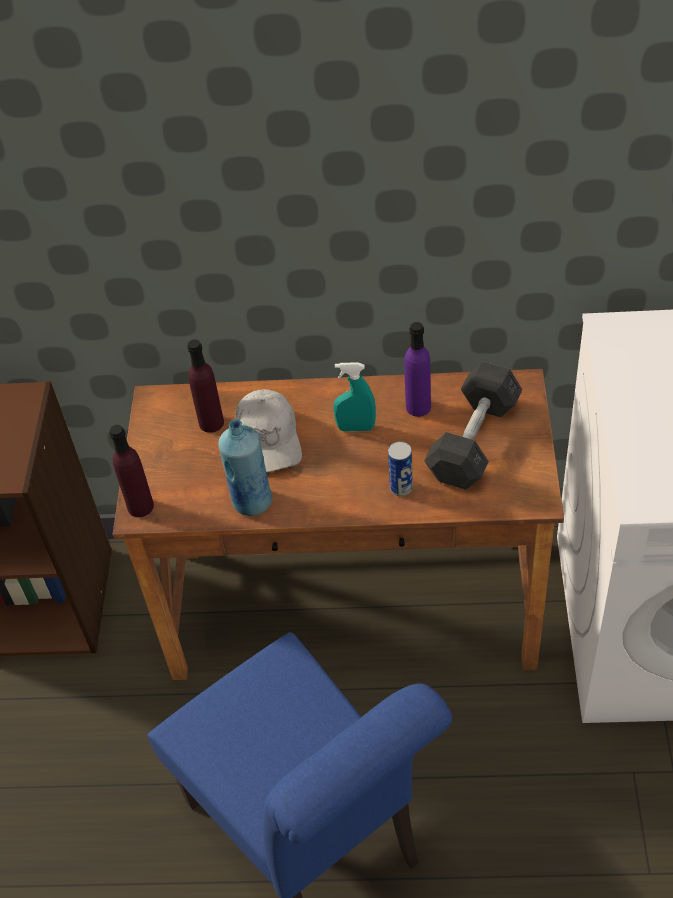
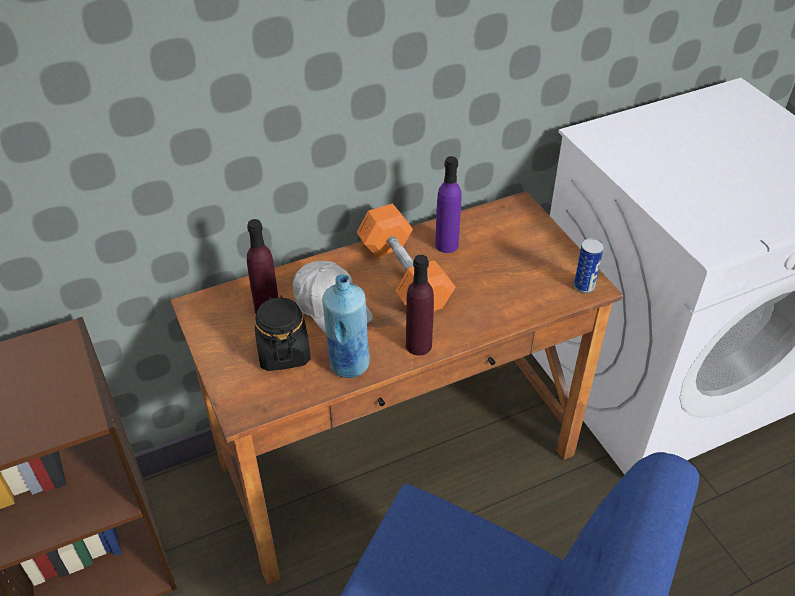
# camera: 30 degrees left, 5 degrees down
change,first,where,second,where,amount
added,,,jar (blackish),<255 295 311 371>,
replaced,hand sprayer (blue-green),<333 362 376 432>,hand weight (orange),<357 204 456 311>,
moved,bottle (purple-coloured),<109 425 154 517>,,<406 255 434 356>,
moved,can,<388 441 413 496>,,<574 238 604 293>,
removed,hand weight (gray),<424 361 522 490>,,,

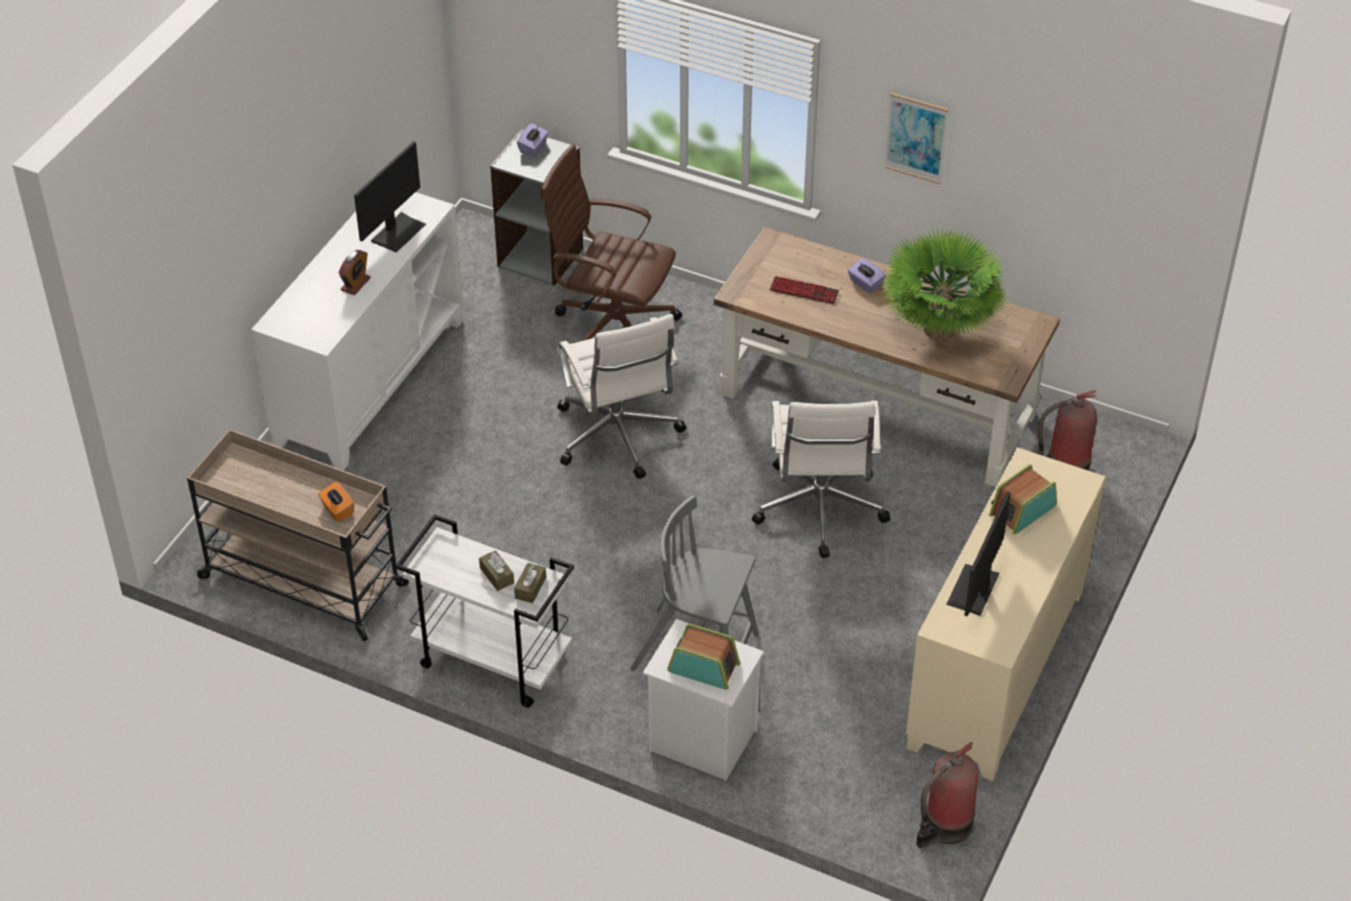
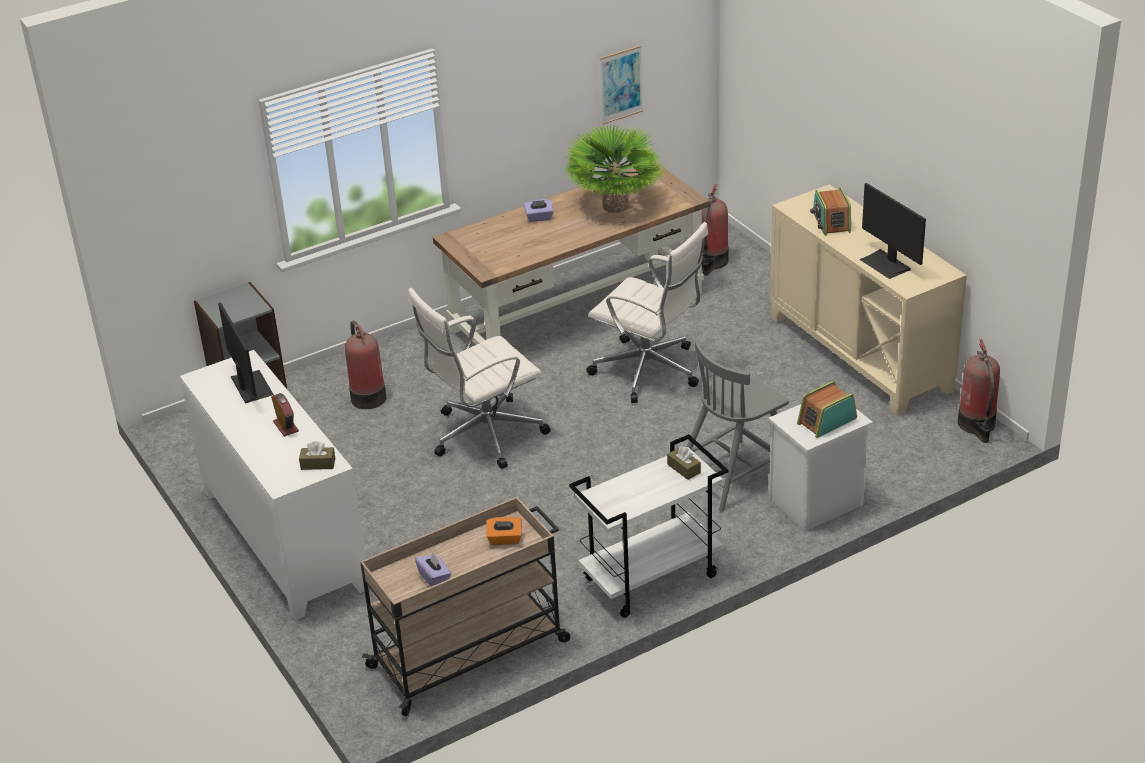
# camera: 55 degrees left, 10 degrees down
change,first,where,second,where,amount
moved,tissue holder (brownish),<479 550 514 591>,,<299 441 335 470>,
replaced,computer chair (brownish),<540 144 682 341>,fire extinguisher,<345 321 386 409>,
turned,computer chair (white-coloured),<557 314 687 479>,,<408 288 551 469>,135 degrees clockwise
moved,tissue holder (purple-coloured),<517 123 548 157>,,<415 552 451 587>,
moved,wall art,<884 93 949 184>,,<600 45 643 124>,
removed,keyboard,<770 276 839 304>,,,

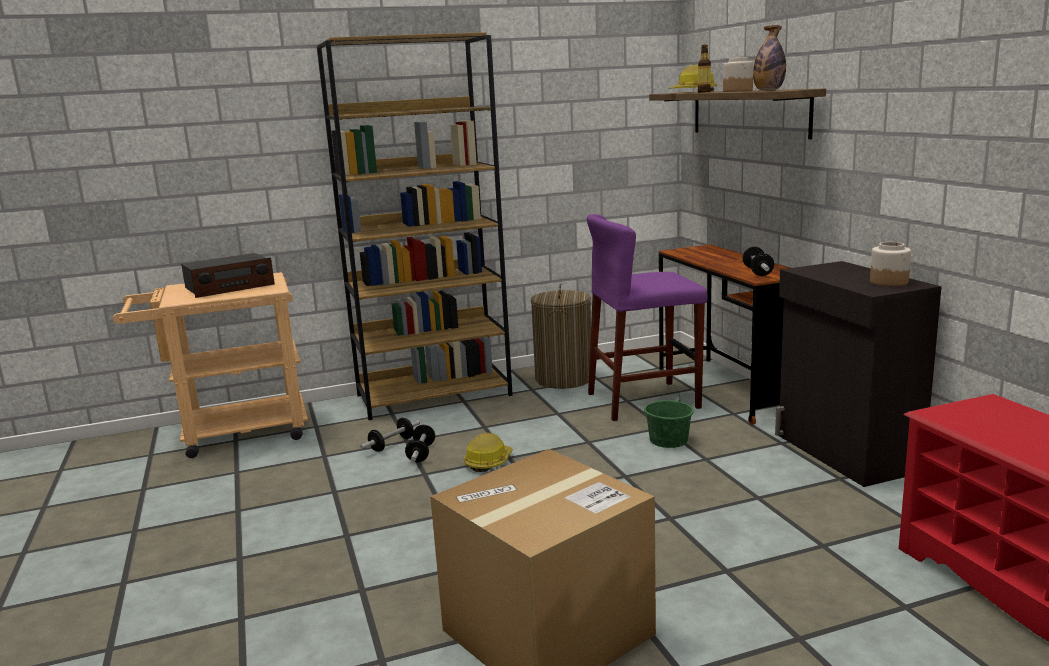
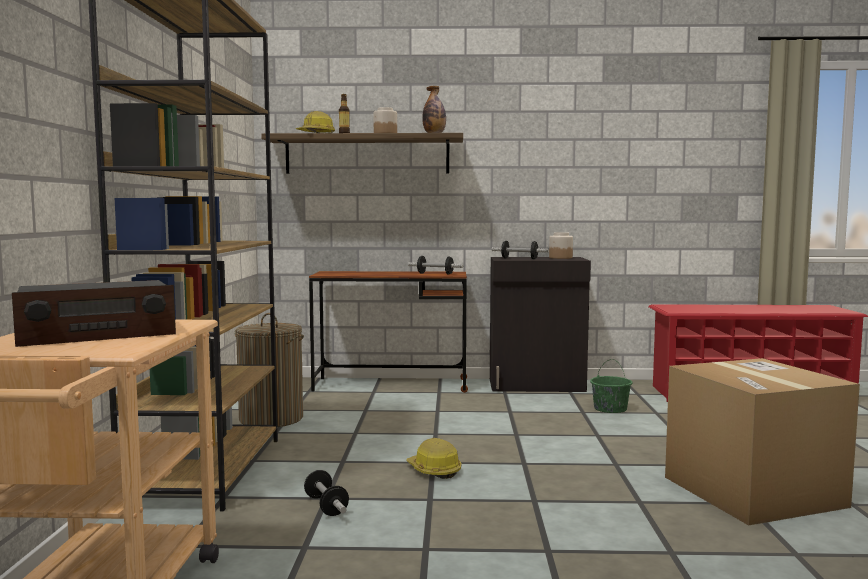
# camera: 70 degrees left, 10 degrees down
change,first,where,second,where,amount
turned,radio,<181 253 275 298>,,<12 280 176 347>,75 degrees clockwise
moved,hand weight,<405 425 435 462>,,<491 241 549 259>,
moved,pail (green),<644 385 694 448>,,<590 359 633 413>,
removed,stool seat (purple-coloured),<587 214 708 421>,,,

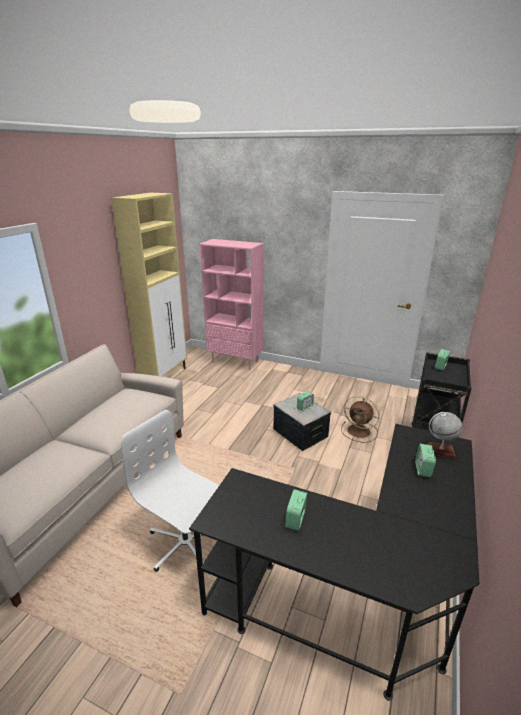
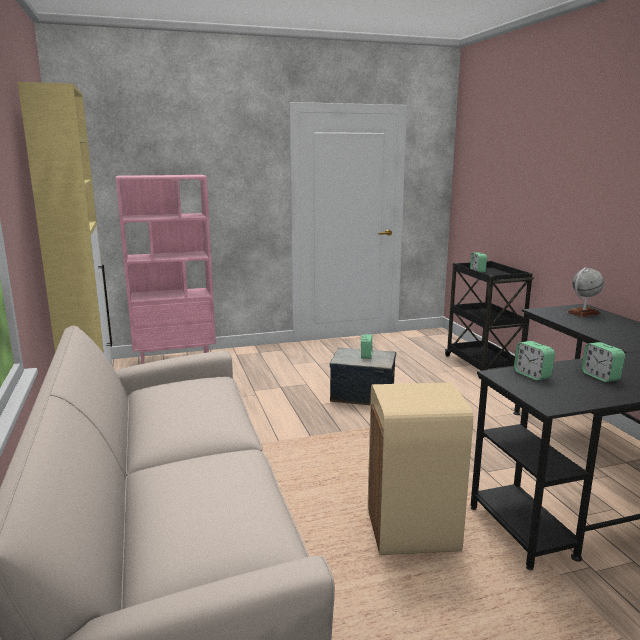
# camera: 40 degrees left, 10 degrees down
change,first,where,second,where,amount
replaced,computer chair (white-coloured),<121 410 219 572>,rubbish bin (sand-coloured),<368 382 473 555>,
moved,table clock,<415 444 436 477>,,<514 341 555 381>,
removed,electric fan (brownish),<341 396 380 443>,,,

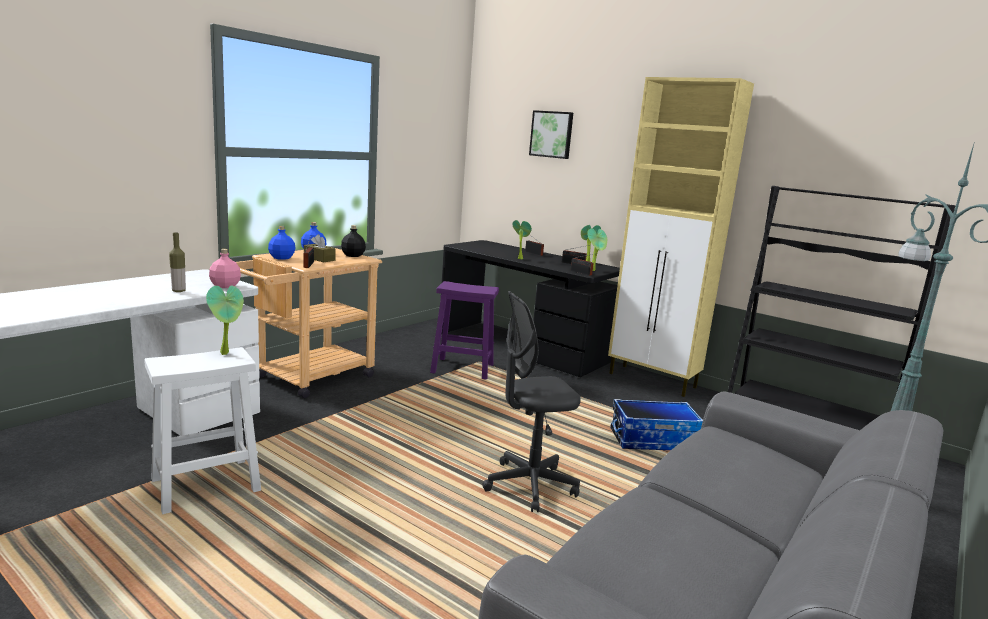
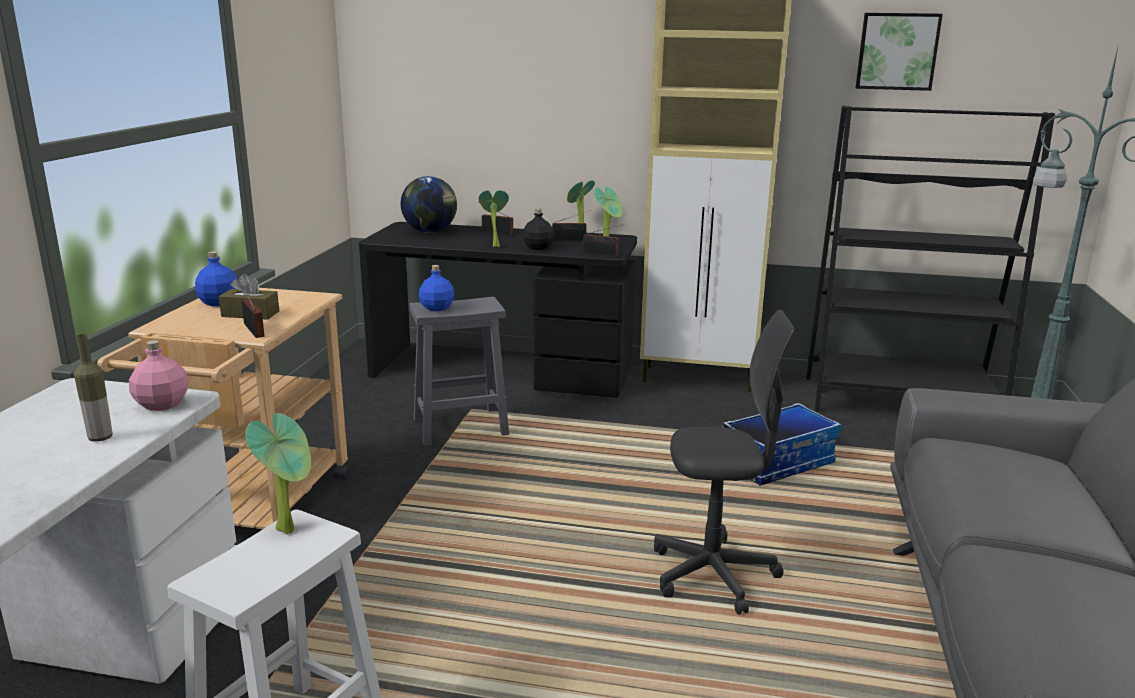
# camera: 25 degrees left, 5 degrees up
change,first,where,second,where,amount
added,,,desk globe,<401 176 457 233>,
recoloured,stool seat (purple-coloured),<430 281 499 380>,stool seat (gray),<409 297 509 446>,
moved,bottle (blue-coloured),<268 226 295 260>,,<419 265 454 311>,
moved,bottle (blackish),<341 225 366 257>,,<523 208 554 250>,
turned,computer chair (gray),<482 291 581 512>,,<654 310 794 615>,135 degrees counterclockwise
moved,wall art,<529 110 573 159>,,<856 13 943 91>,

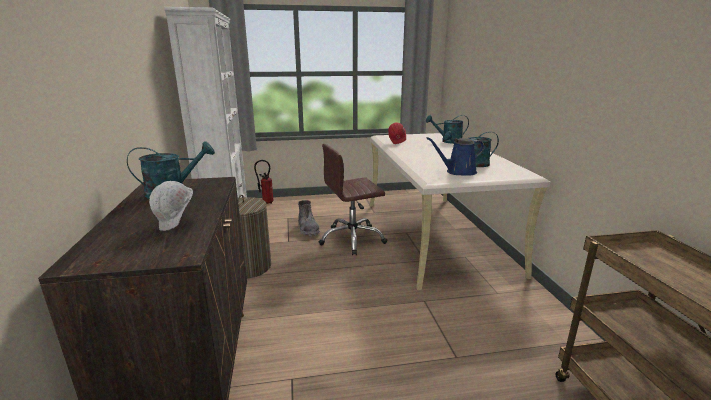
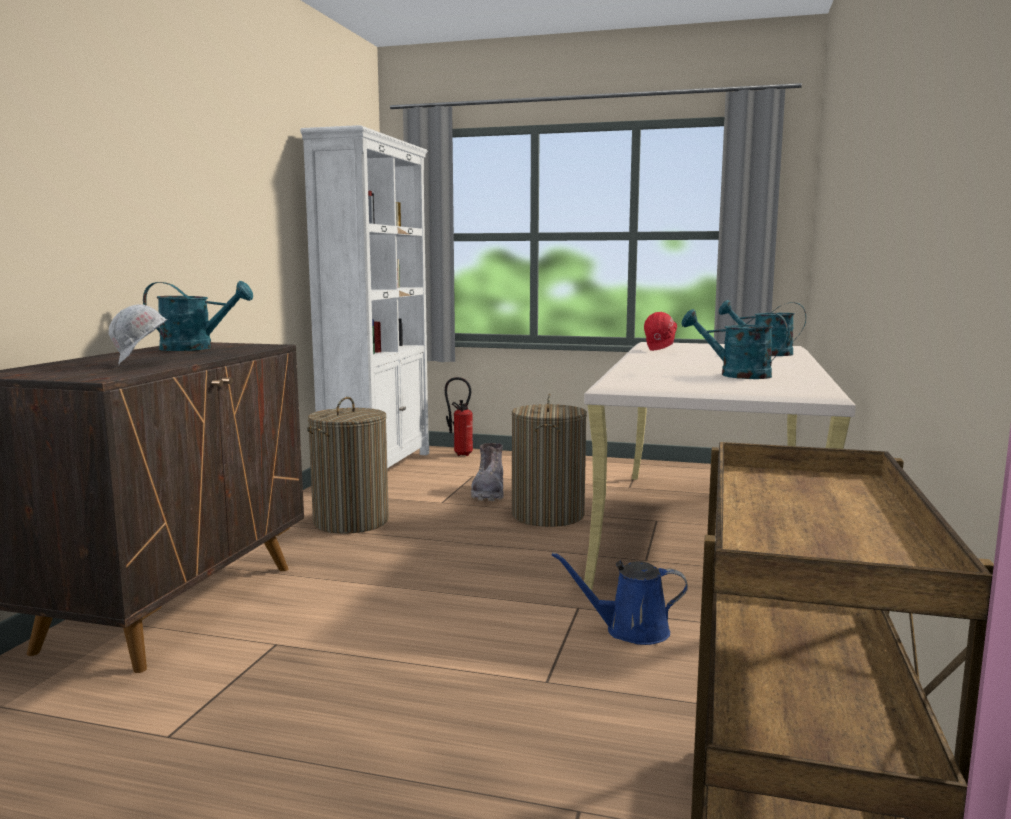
# camera: 25 degrees right, 10 degrees down
change,first,where,second,where,amount
replaced,computer chair (brownish),<319 144 387 255>,laundry basket,<511 393 587 527>,
moved,watering can (blue-coloured),<426 137 484 176>,,<552 552 688 645>,

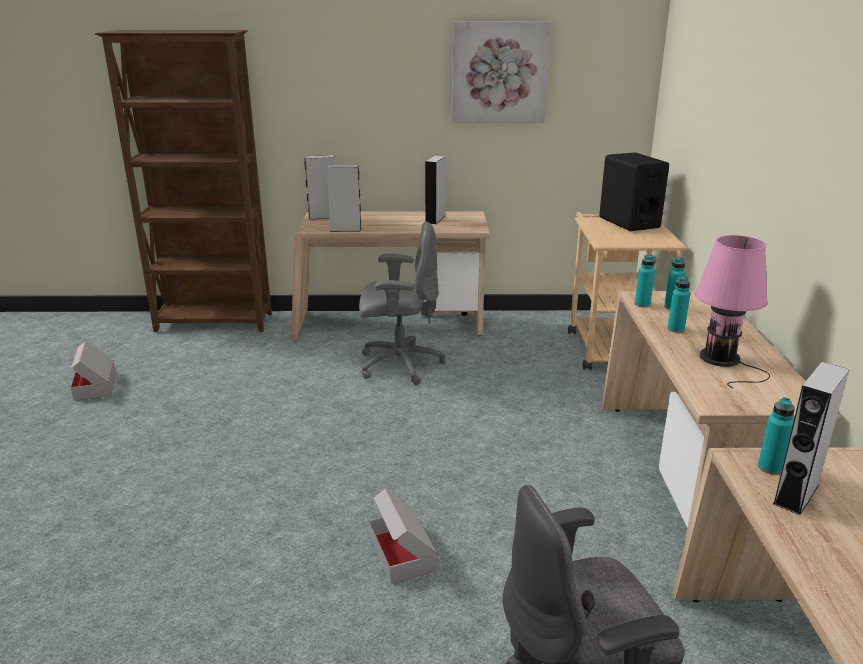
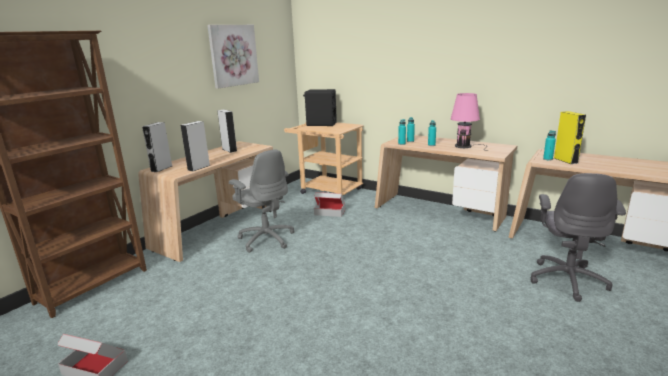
# camera: 55 degrees left, 5 degrees down
change,first,where,second,where,amount
turned,computer chair (gray),<359 221 445 385>,,<229 149 294 253>,105 degrees clockwise
moved,packing box,<369 488 438 583>,,<314 192 345 217>,
recoloured,speaker (gray),<773 362 850 515>,speaker (yellowish),<554 111 586 164>,

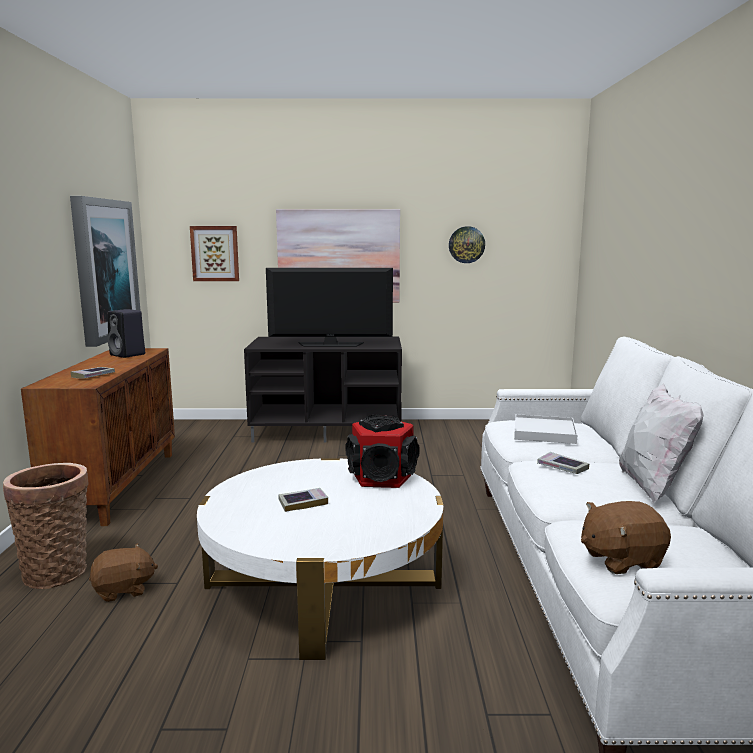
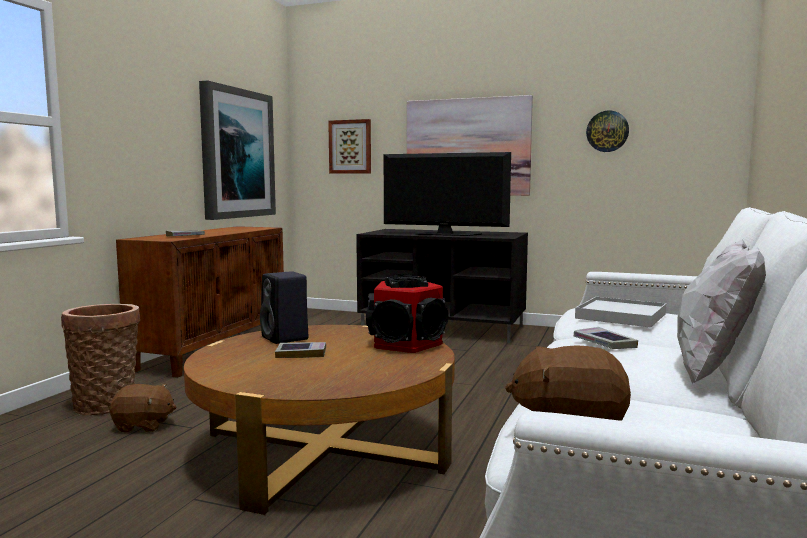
# camera: 20 degrees right, 5 degrees down
change,first,where,second,where,amount
recoloured,lounge table (white-coloured),<197 458 443 660>,lounge table (brownish),<184 325 455 515>,
moved,speaker (blackish),<108 309 145 358>,,<260 271 308 344>,

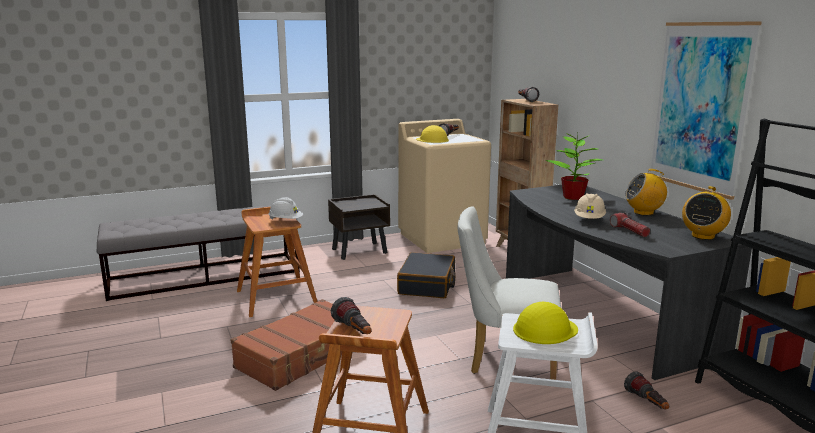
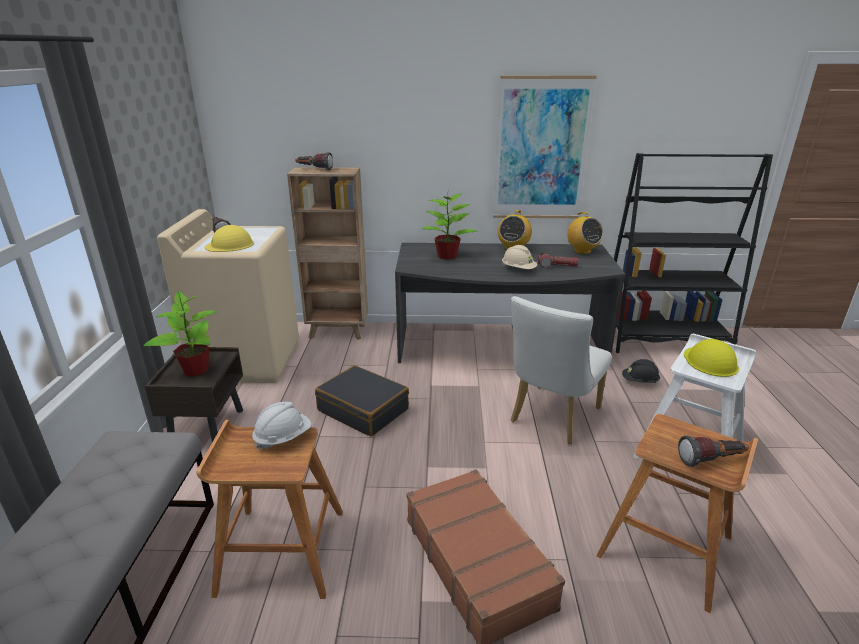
# camera: 65 degrees left, 10 degrees up
change,first,where,second,where,amount
added,,,potted plant,<143 291 218 376>,
replaced,hand torch,<624 371 669 409>,work helmet (blackish),<622 359 660 383>,

